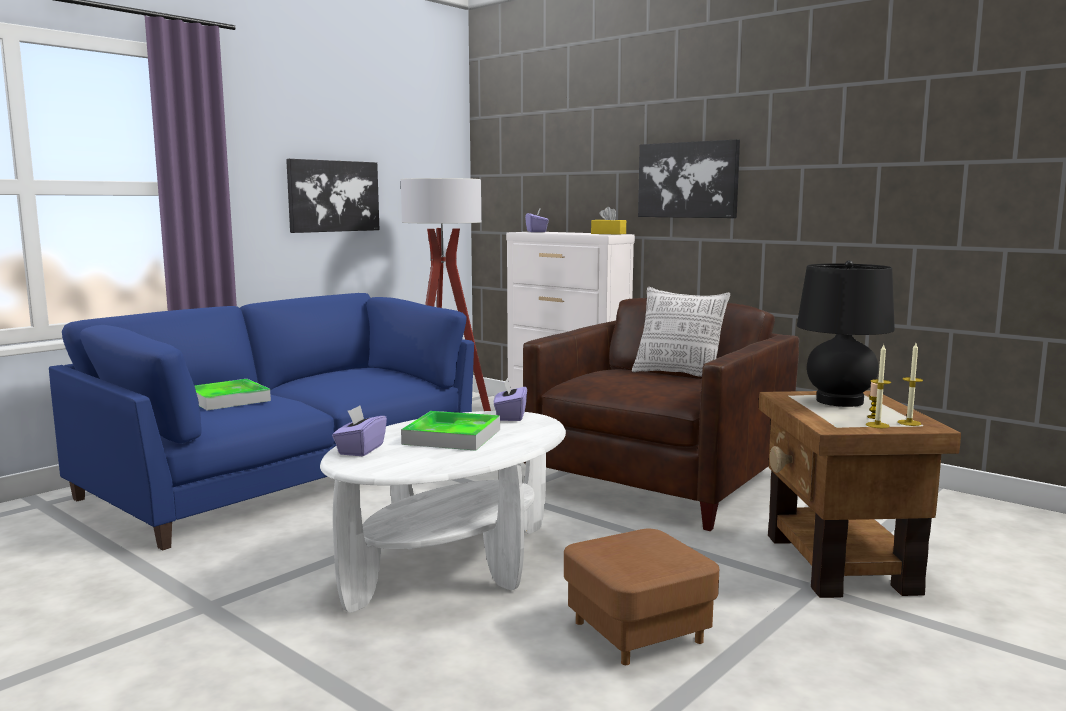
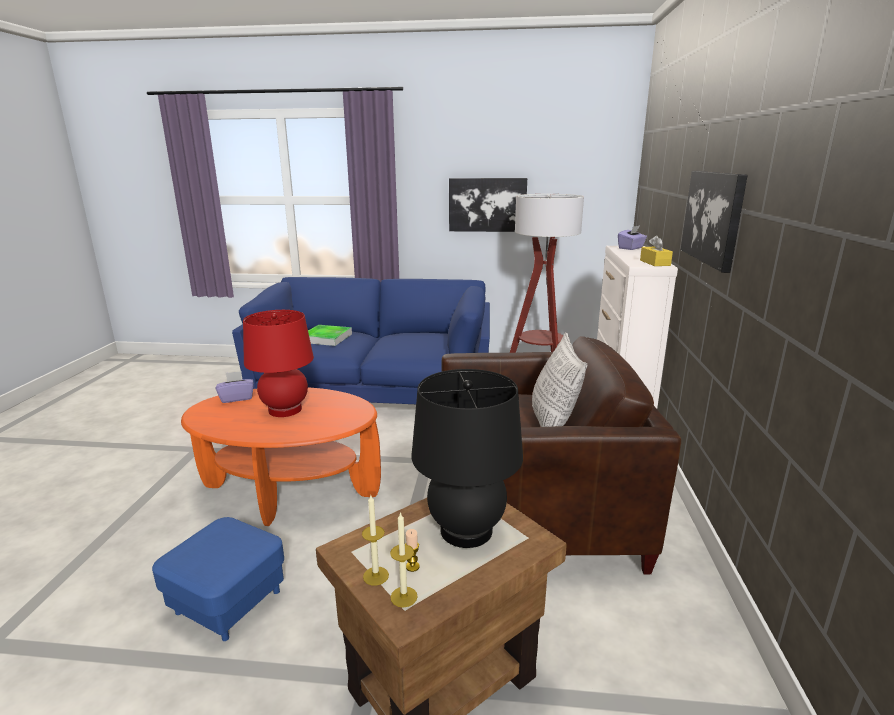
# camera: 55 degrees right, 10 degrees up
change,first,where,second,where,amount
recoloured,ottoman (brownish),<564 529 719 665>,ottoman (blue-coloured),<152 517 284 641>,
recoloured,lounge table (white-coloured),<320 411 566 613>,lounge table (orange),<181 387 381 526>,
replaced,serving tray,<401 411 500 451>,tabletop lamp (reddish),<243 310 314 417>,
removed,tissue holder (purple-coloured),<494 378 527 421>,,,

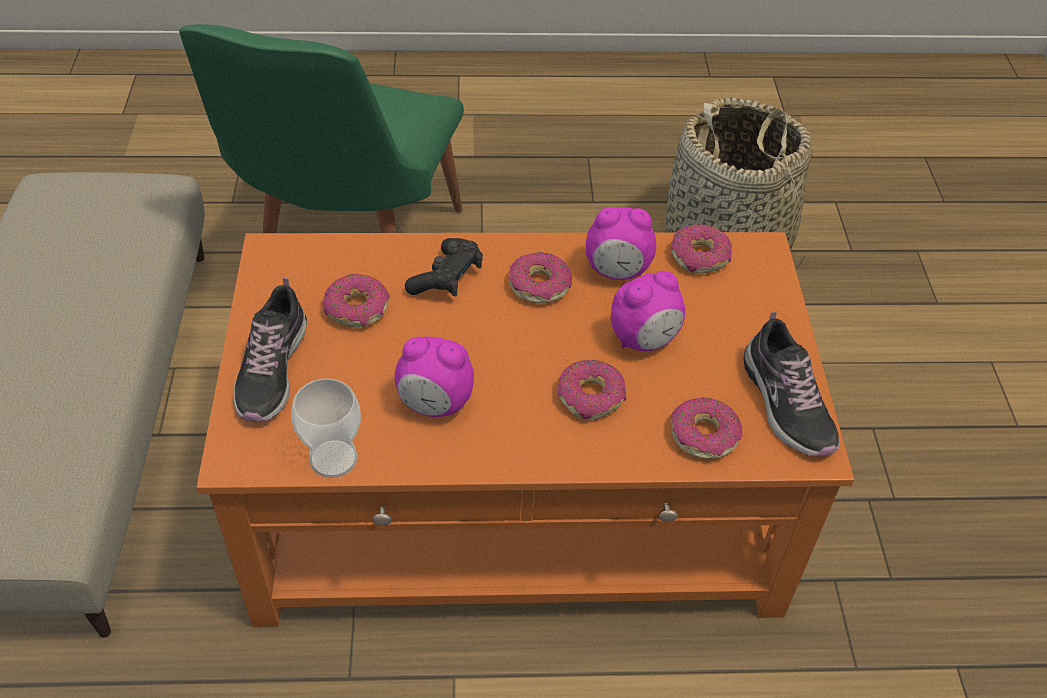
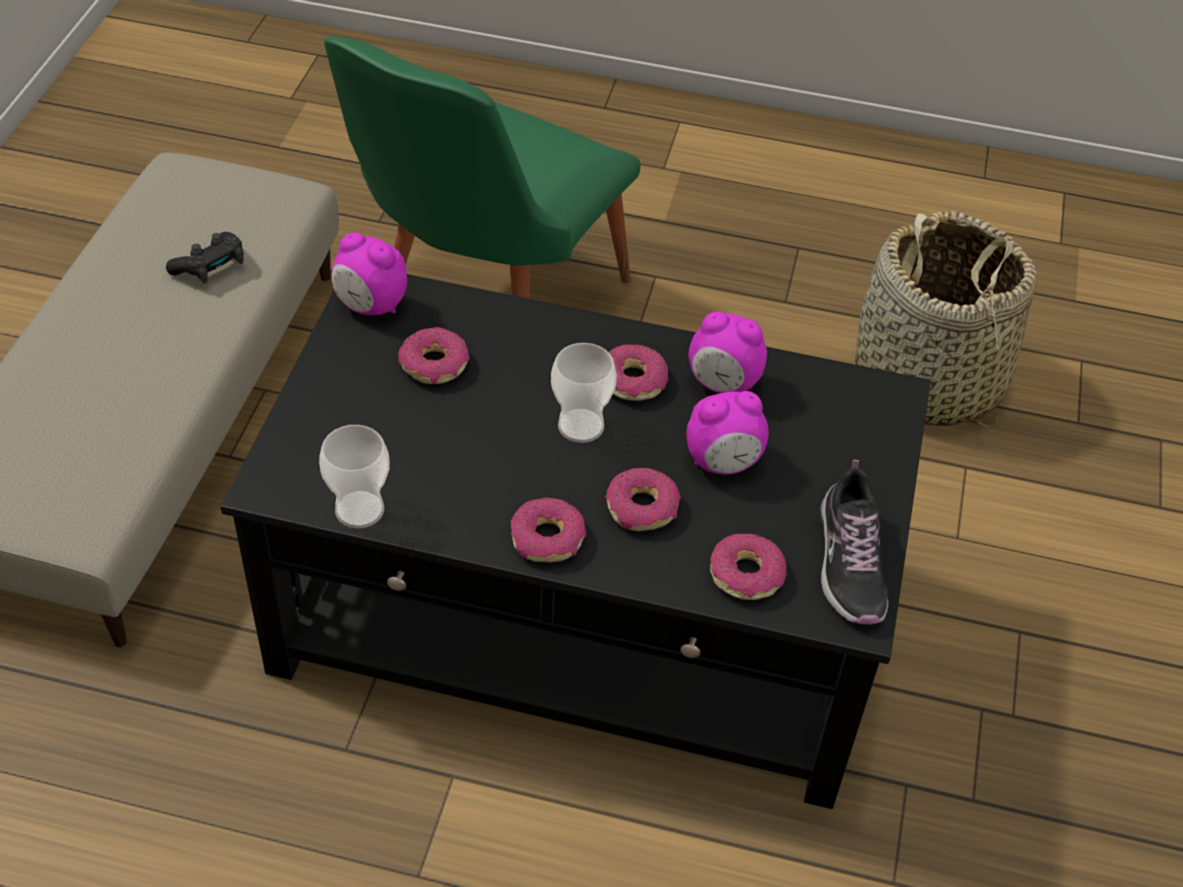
# camera: 15 degrees right, 0 degrees up
change,first,where,second,where,amount
moved,gamepad (blackish),<405 238 483 296>,,<166 232 244 284>,
recoloured,lounge table (orange),<196 232 854 627>,lounge table (blackish),<220 274 931 809>,
moved,table clock,<394 336 474 417>,,<331 233 407 315>,
moved,doughnut,<671 224 732 273>,,<510 498 586 563>,
added,,,cup,<551 343 617 443>,
removed,low shoe,<233 277 307 422>,,,

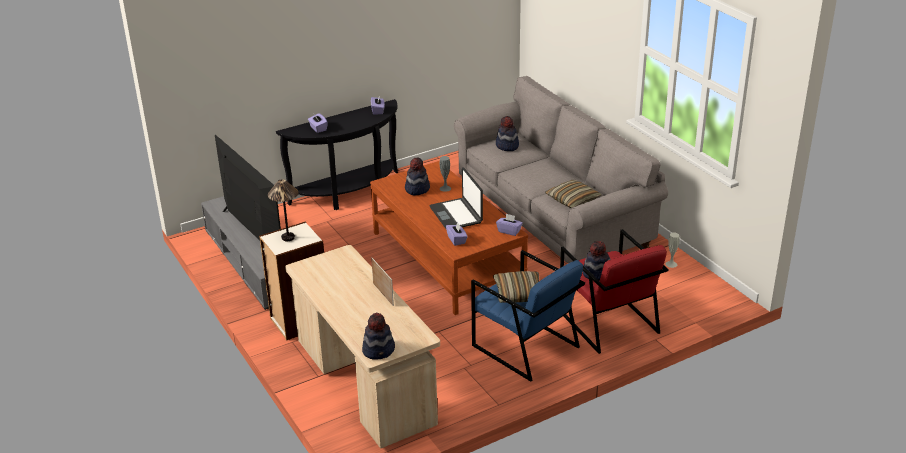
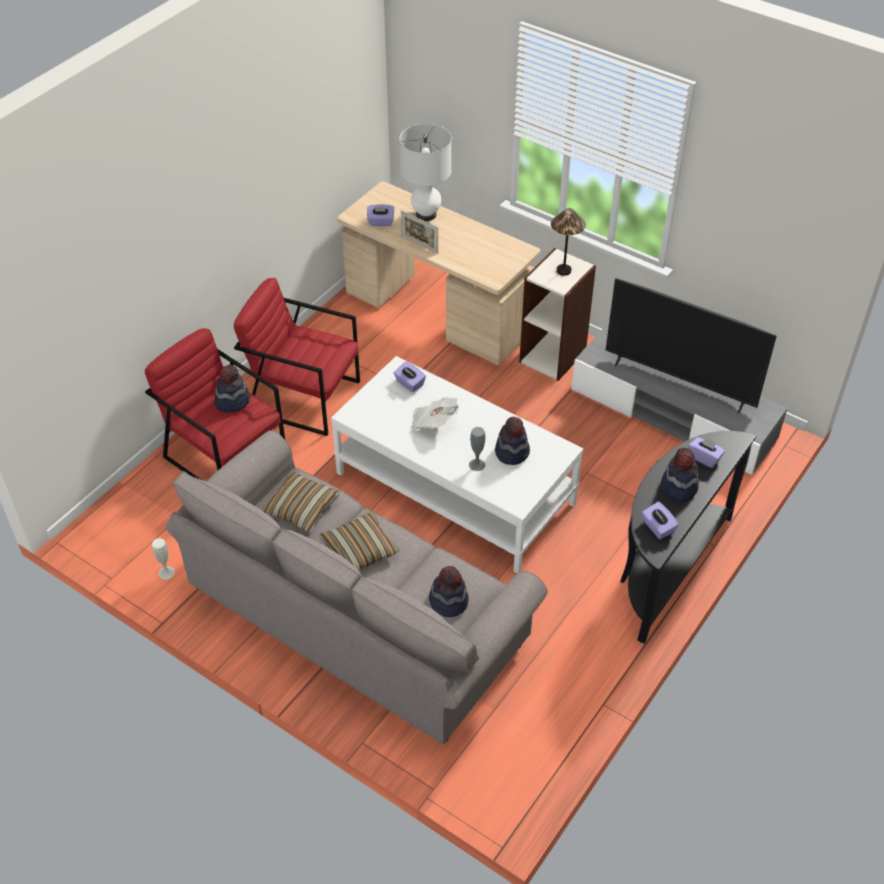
# camera: 155 degrees right, 15 degrees up
change,first,where,second,where,amount
recoloured,armchair (blue-coloured),<471 250 585 382>,armchair (reddish),<234 278 360 436>,
moved,throw pillow,<493 271 539 303>,,<319 511 399 571>,
recoloured,lounge table (brownish),<370 161 528 315>,lounge table (white-coloured),<331 356 583 573>,
moved,tissue holder (purple-coloured),<496 214 523 236>,,<367 204 394 226>,
added,,,tabletop lamp (white-coloured),<399 124 451 221>,
replaced,laptop,<430 167 483 229>,newspaper,<411 397 459 429>,
moved,clothing hat,<362 312 395 360>,,<661 448 699 502>,

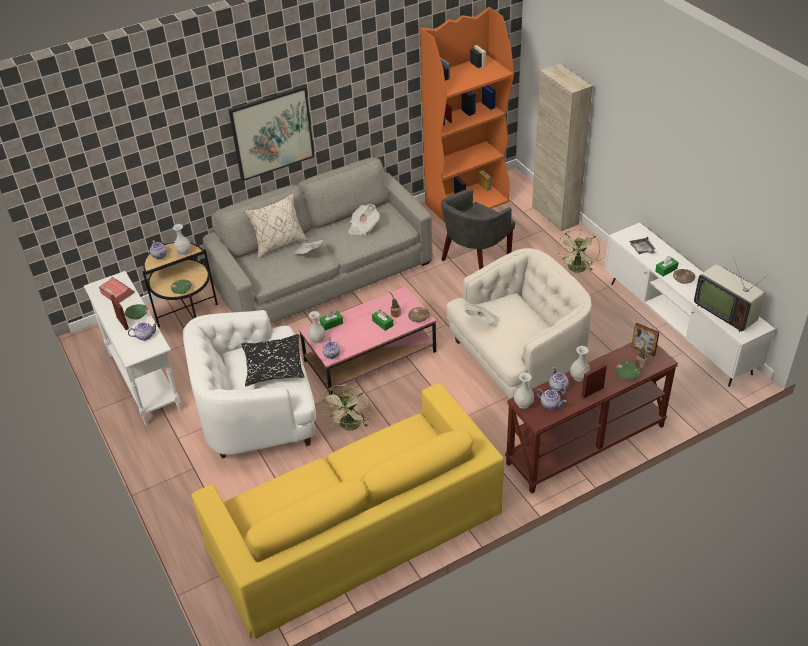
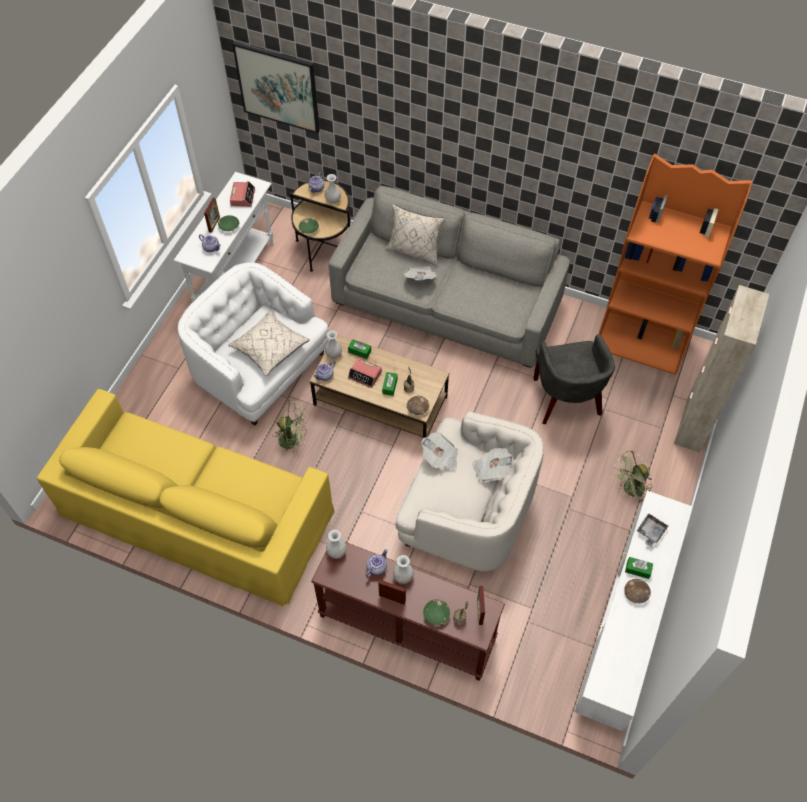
# camera: 50 degrees right, 15 degrees up
change,first,where,second,where,amount
recoloured,throw pillow (blackish),<241 334 304 386>,throw pillow (sand-coloured),<228 310 310 376>,
moved,wall art,<228 86 315 181>,,<232 41 320 134>,
turned,electric fan (green),<322 385 370 430>,,<273 400 307 456>,150 degrees counterclockwise
recoloured,lounge table (pinkish),<299 286 436 395>,lounge table (brownish),<310 335 450 438>,
added,,,table clock,<348 358 382 388>,
moved,newspaper,<348 204 380 236>,,<472 448 514 482>,
turned,armchair (gray),<441 189 515 270>,,<533 334 615 424>,105 degrees counterclockwise
removed,tea pot,<536 389 566 410>,,,
removed,television,<694 259 768 332>,,,

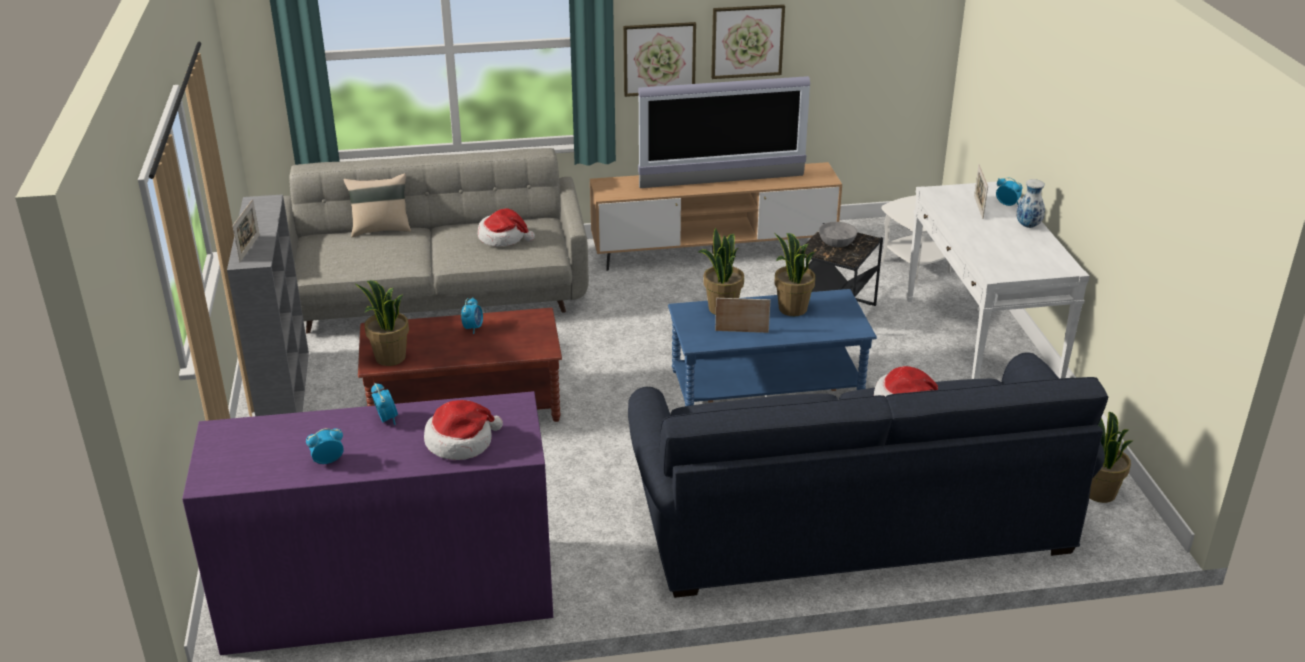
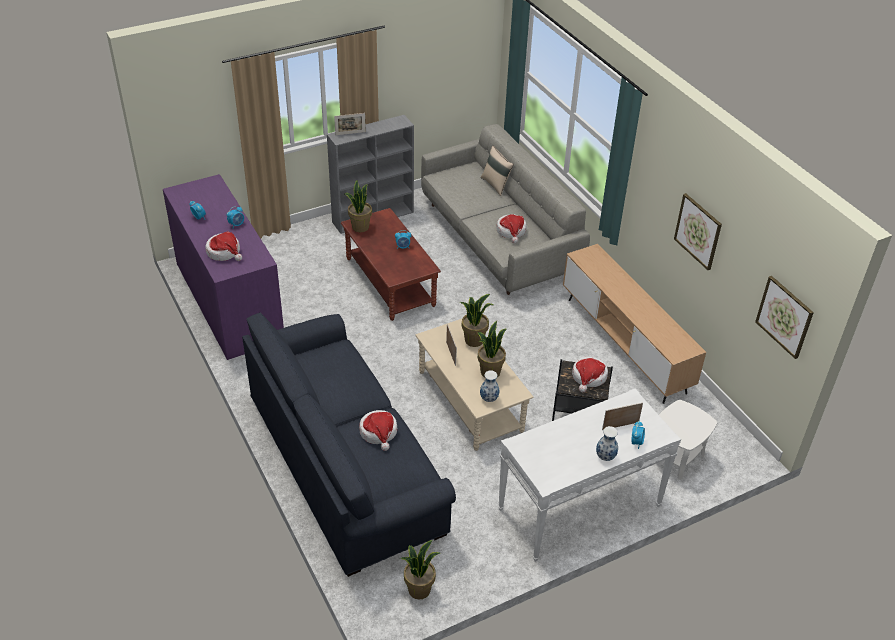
# camera: 70 degrees right, 10 degrees up
change,first,where,second,where,amount
recoloured,lounge table (blue-coloured),<668 289 877 406>,lounge table (sand-coloured),<415 319 534 451>,
added,,,flower vase,<480 370 499 402>,
replaced,bowl (gray),<819 222 857 247>,clothing hat,<572 357 608 392>,
moved,wall art,<623 22 696 97>,,<755 276 814 359>,
removed,television,<638 76 810 188>,,,

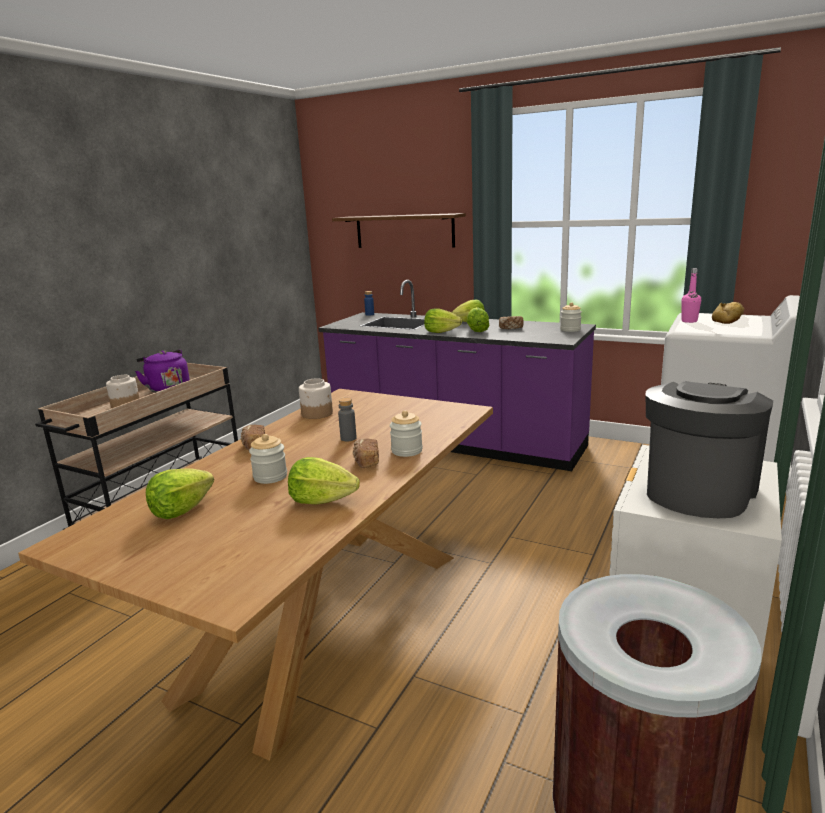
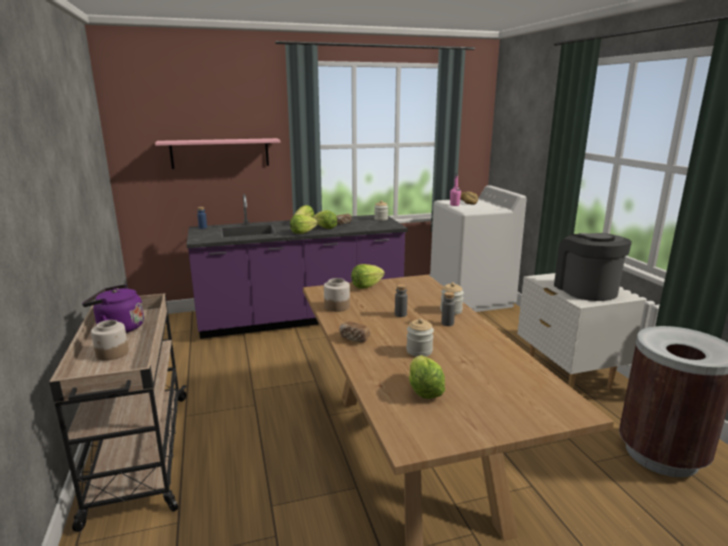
# camera: 45 degrees left, 0 degrees up
change,first,where,second,where,amount
recoloured,shelf (brownish),<332 213 466 248>,shelf (pinkish),<155 138 280 169>,
moved,lettuce head,<288 457 360 505>,,<351 264 385 289>,
replaced,baked bread,<353 438 379 468>,bottle (gray),<441 292 455 326>,

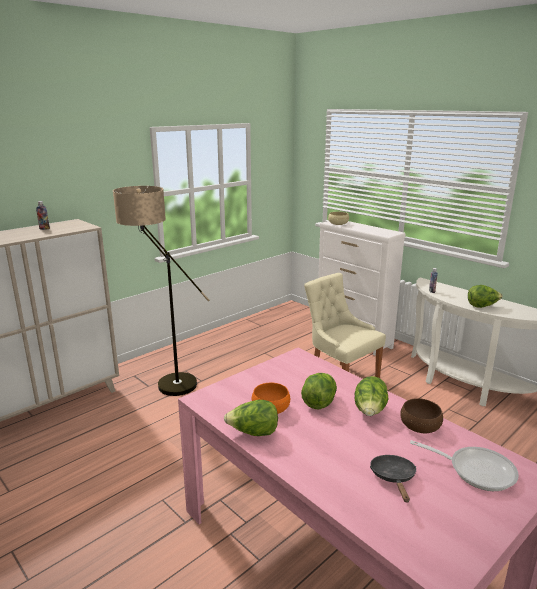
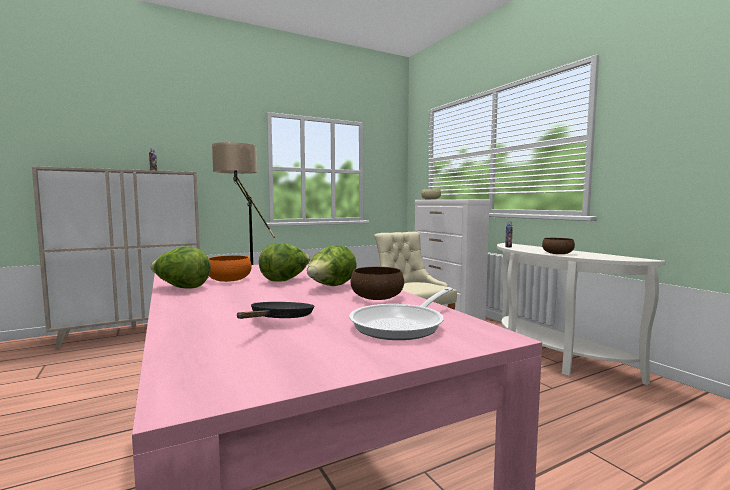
# camera: 15 degrees right, 15 degrees down
change,first,where,second,where,amount
turned,skillet,<410 440 519 491>,,<349 287 453 340>,90 degrees clockwise
replaced,lettuce head,<468 285 503 308>,bowl (brownish),<542 238 575 254>,

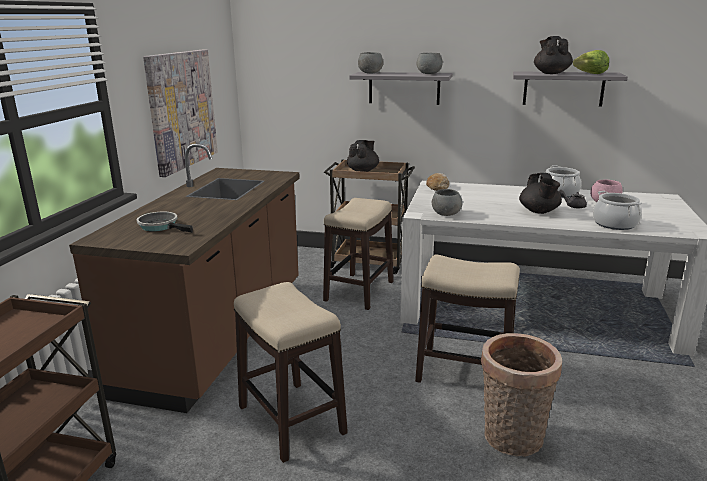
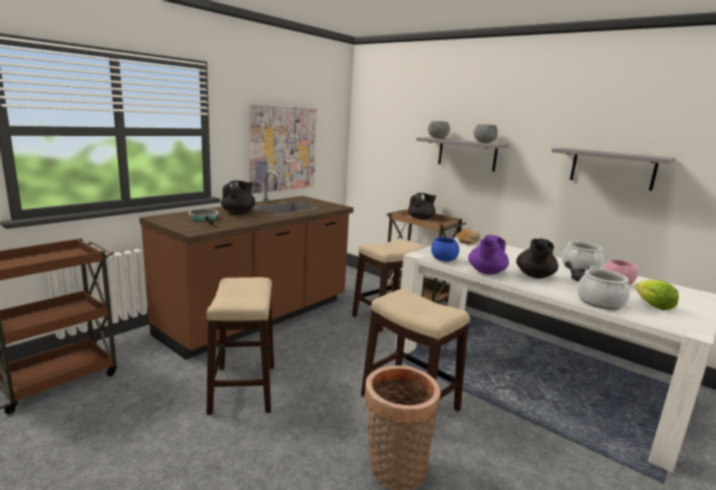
# camera: 25 degrees right, 5 degrees down
change,first,where,second,where,amount
moved,tea pot (blackish),<534 36 573 74>,,<221 181 255 214>,
recoloured,bowl (gray),<432 189 463 216>,bowl (blue-coloured),<431 237 459 262>,
added,,,tea pot (purple-coloured),<468 235 509 275>,
moved,lettuce head,<573 50 609 74>,,<634 280 679 310>,

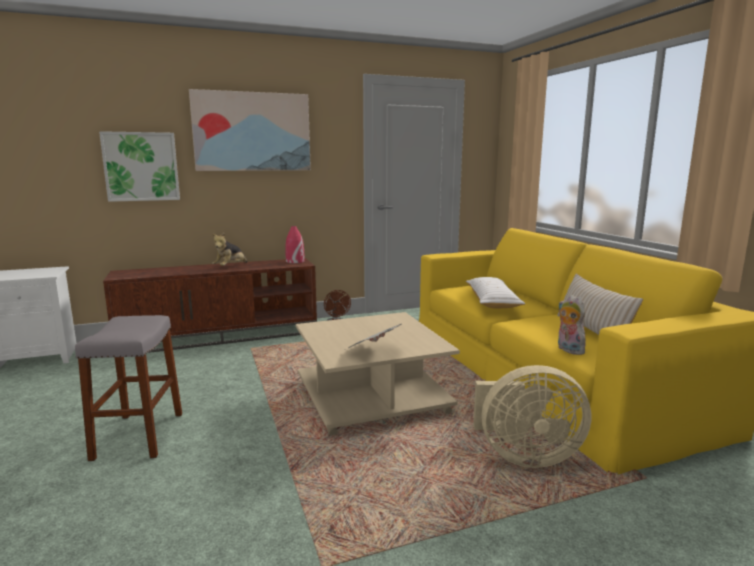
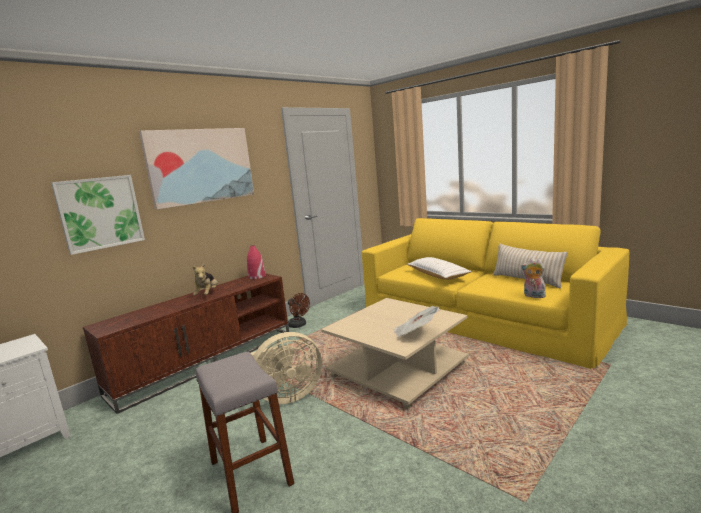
# camera: 25 degrees left, 0 degrees up
change,first,where,second,where,amount
moved,electric fan (sand-coloured),<473 365 591 468>,,<251 332 322 404>,

